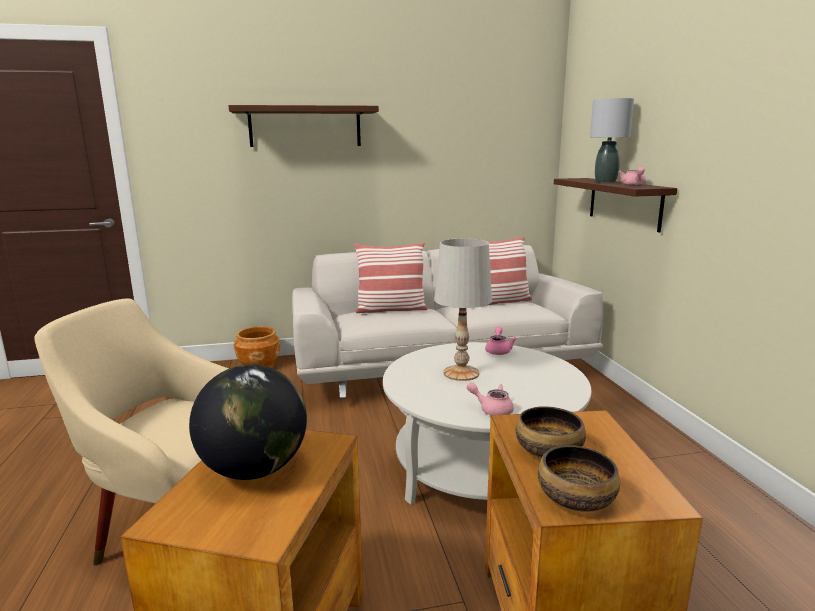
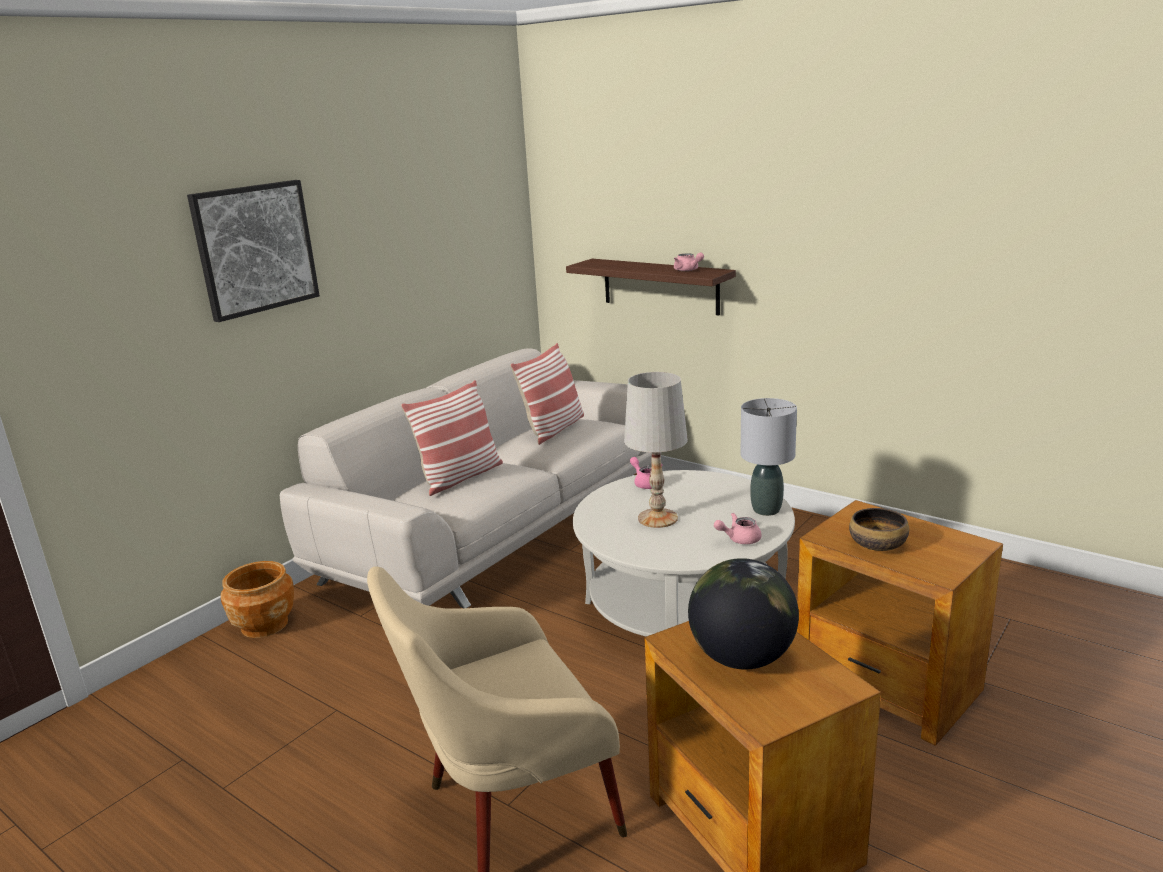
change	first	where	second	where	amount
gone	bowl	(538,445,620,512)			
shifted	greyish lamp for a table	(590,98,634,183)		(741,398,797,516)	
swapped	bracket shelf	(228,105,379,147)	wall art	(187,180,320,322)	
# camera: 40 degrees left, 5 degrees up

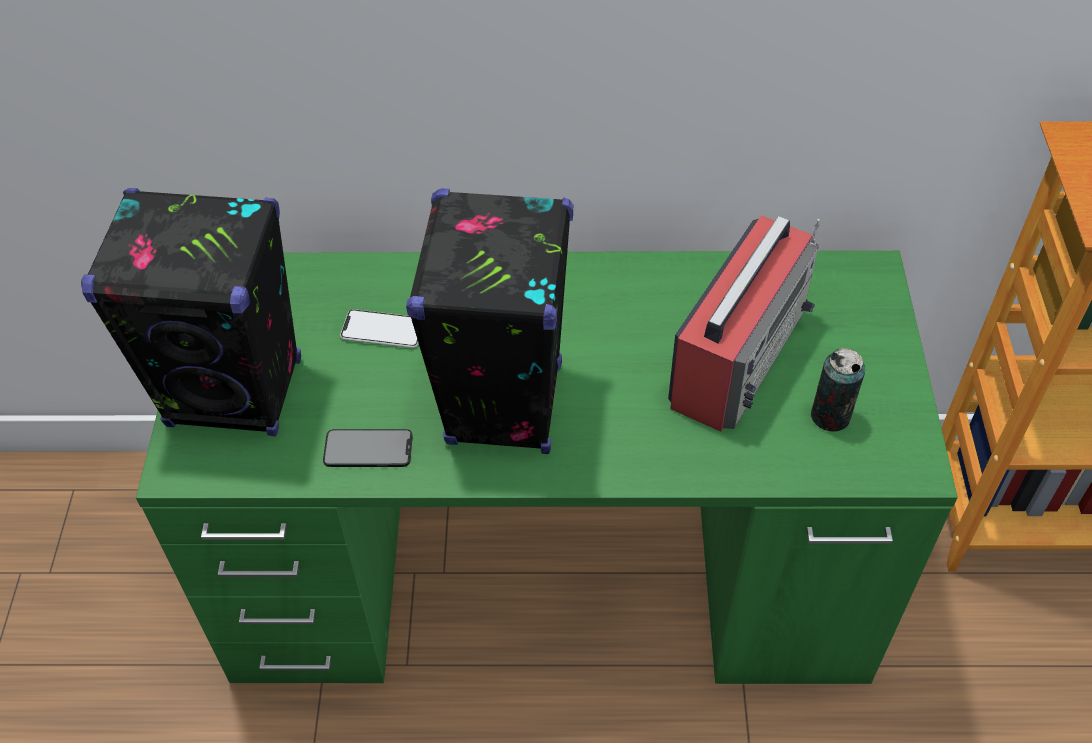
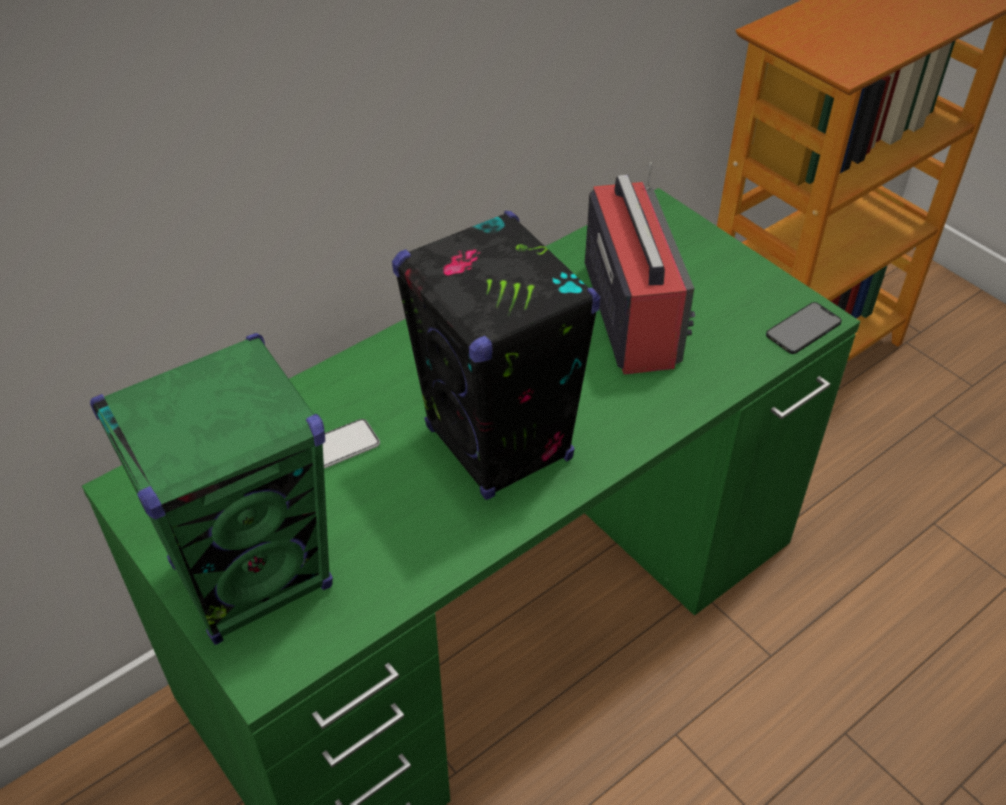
change	first	where	second	where	amount
gone	metal can	(811,348,865,432)			
shifted	telephone	(323,429,413,467)		(766,302,842,354)	
repainted	black speaker	(81,188,301,436)	greenish speaker	(90,333,333,645)	
# camera: 40 degrees left, 5 degrees down

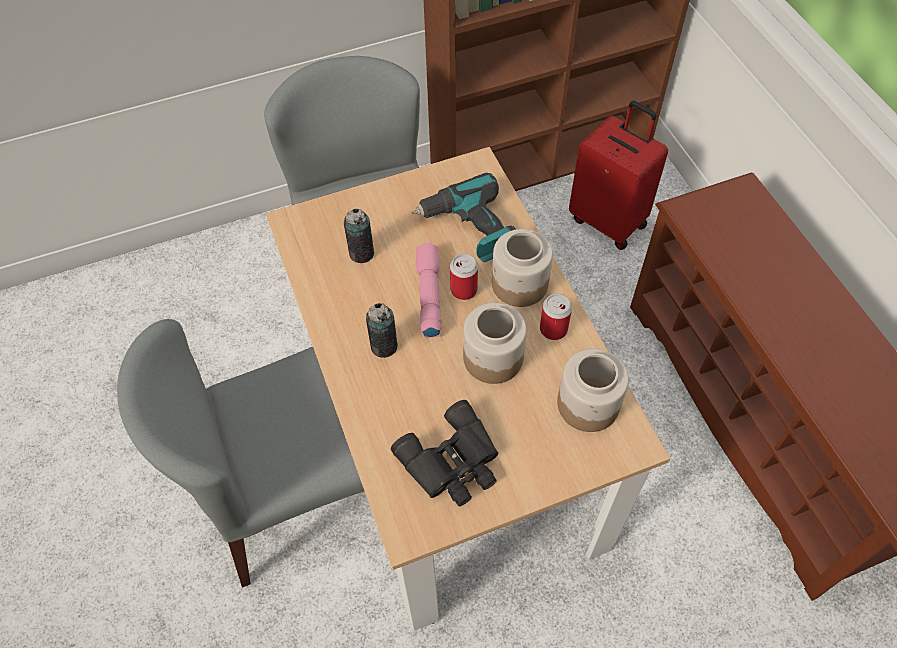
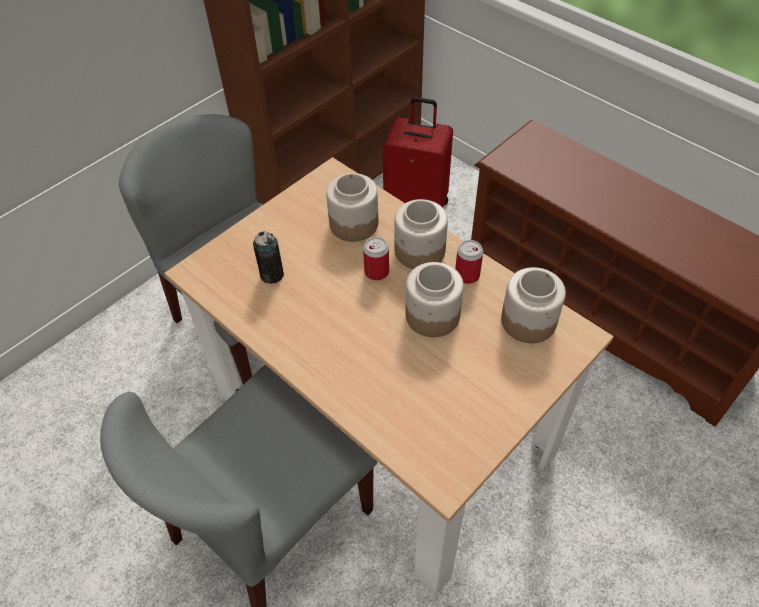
change	first	where	second	where	amount
gone	metal can	(366,303,398,358)			
gone	black binoculars	(391,400,499,507)			
gone	pink torch	(416,242,441,338)			
swapped	drill	(412,173,516,262)	jar	(326,173,378,242)	
# camera: 25 degrees left, 5 degrees down

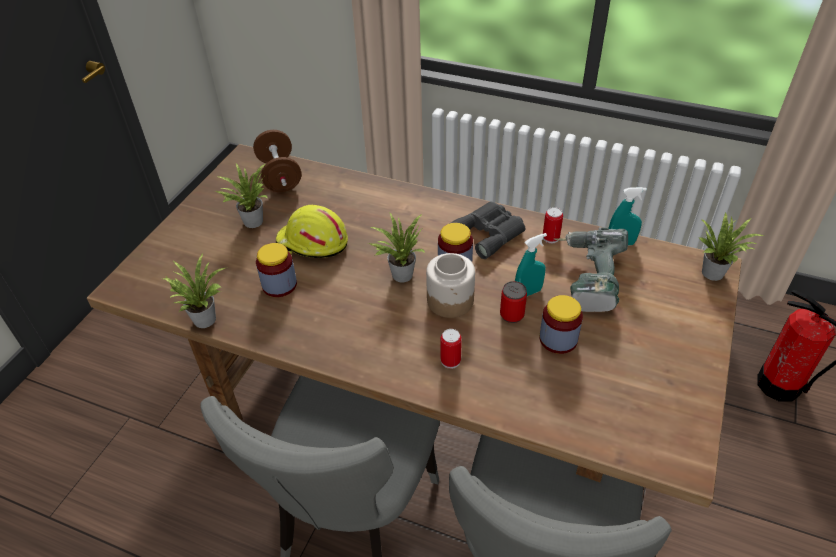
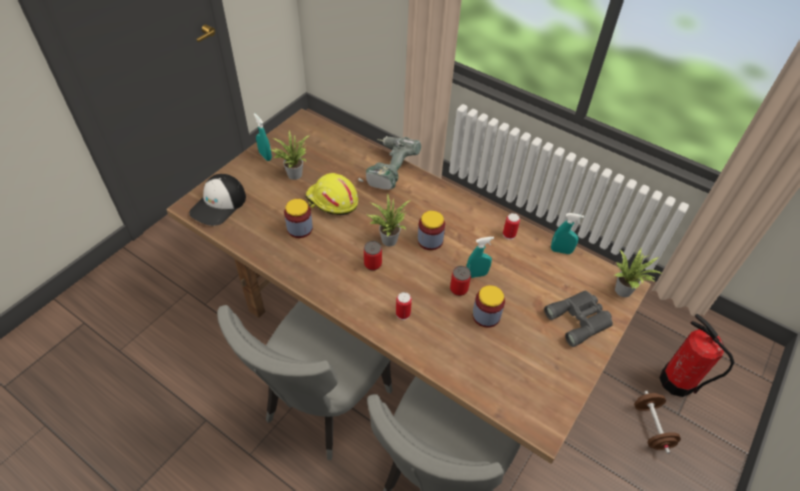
change	first	where	second	where	amount
gone	plant in a pot	(162,254,225,328)			
gone	jar	(426,253,475,318)			
new			cap	(189,174,246,226)	
new			turquoise spray bottle	(254,113,272,161)	
new			metal can	(364,241,382,271)	
shifted	brown dumbbell	(253,130,302,192)		(634,391,681,454)	
shifted	greyish binoculars	(449,202,525,259)		(544,291,613,347)	
shifted	drill	(553,227,628,312)		(358,136,421,190)	
# camera: 10 degrees right, 5 degrees up

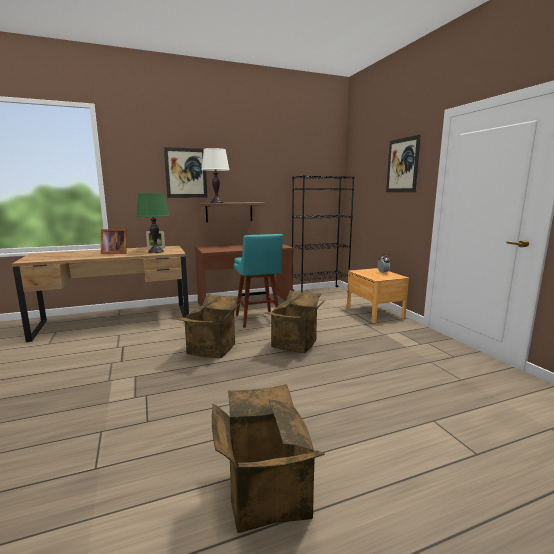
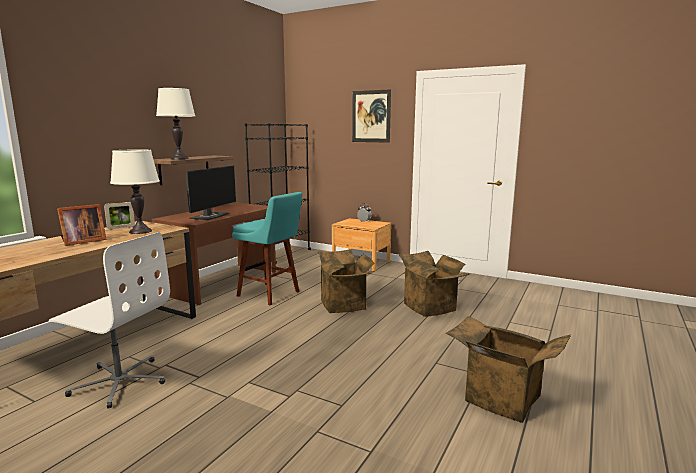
change	first	where	second	where	amount
gone	wall art	(164,147,207,198)			
new			white computer chair	(49,232,170,408)	
new			computer display	(186,165,236,220)	
shifted	carton	(176,293,242,358)		(399,251,469,317)	
repainted	greenish lamp for a table	(136,193,170,253)	white lamp for a table	(110,149,160,234)	
# camera: 40 degrees left, 0 degrees up

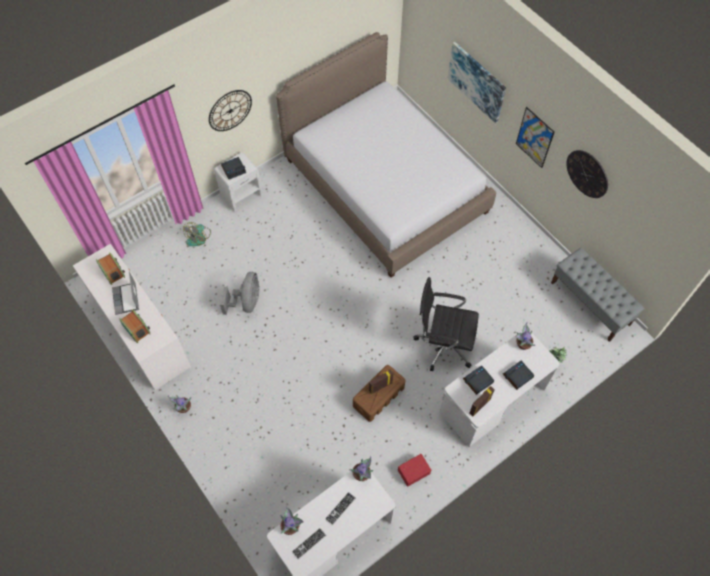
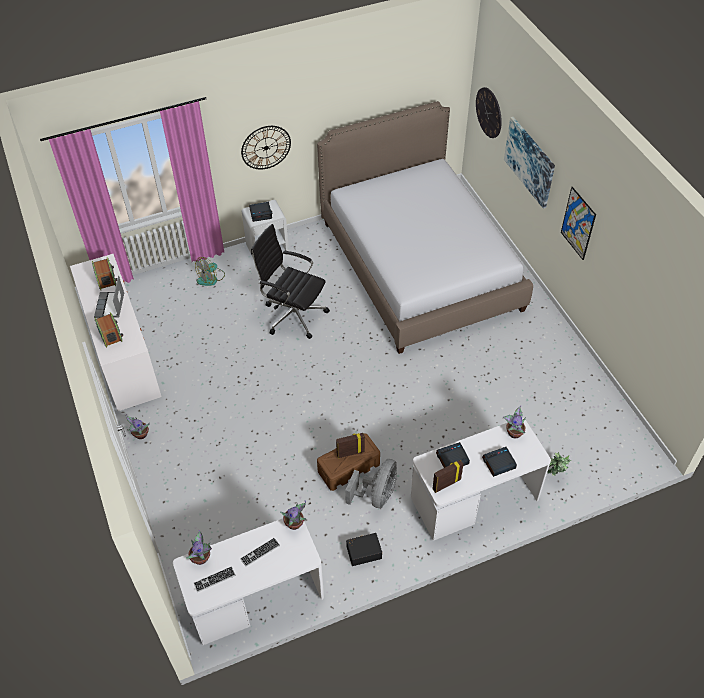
change	first	where	second	where	amount
gone	greyish indoor bench	(551,248,645,342)			
shifted	greyish cooling fan	(220,272,260,315)		(345,459,397,508)	
shifted	black computer chair	(413,277,479,371)		(251,224,330,339)	
shifted	clock on the wall	(566,150,608,198)		(476,87,502,138)	
repainted	reddish storage bin	(398,454,431,487)	black storage bin	(346,533,382,566)	
# camera: 15 degrees right, 10 degrees down

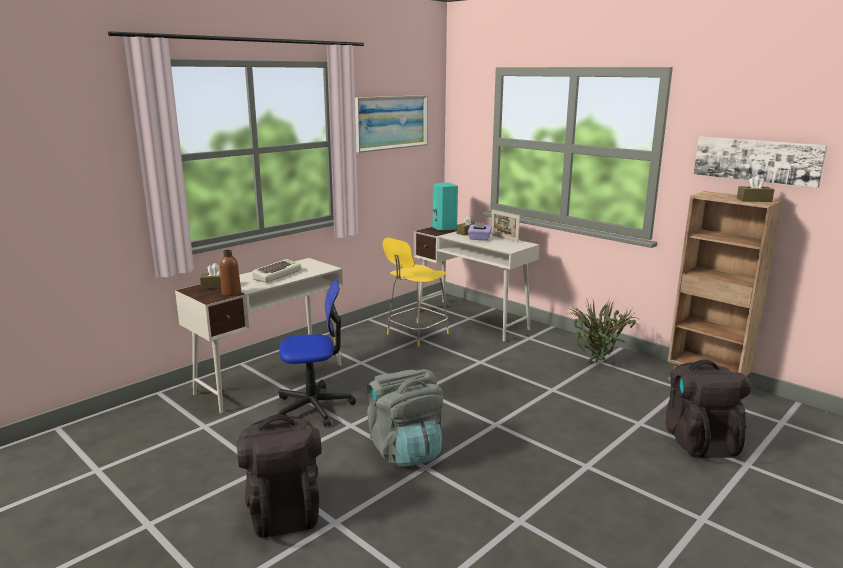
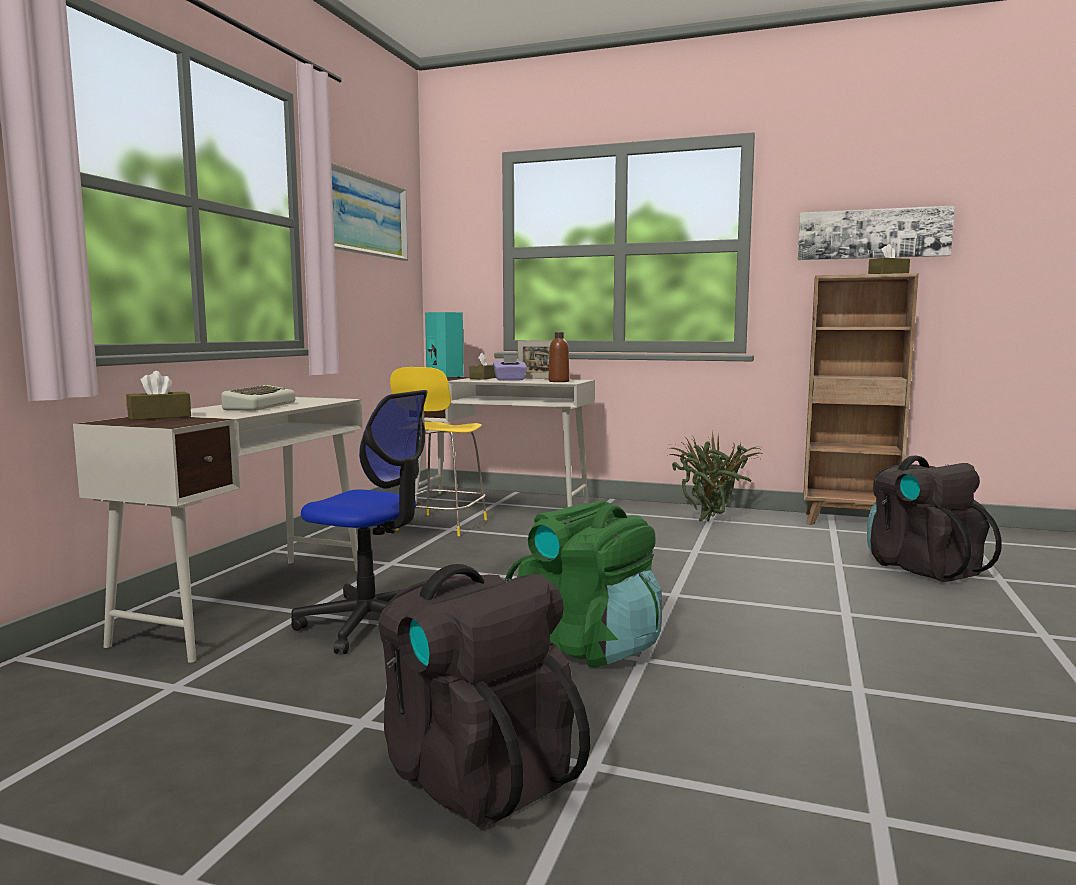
change	first	where	second	where	amount
shifted	brown beverage bottle	(220,250,241,296)		(549,332,570,382)	
repainted	greyish knapsack	(367,369,444,467)	greenish knapsack	(505,501,662,667)	
rotated	computer chair	(278,279,356,427)		(291,390,427,654)	60 degrees clockwise
# camera: 25 degrees left, 10 degrees down

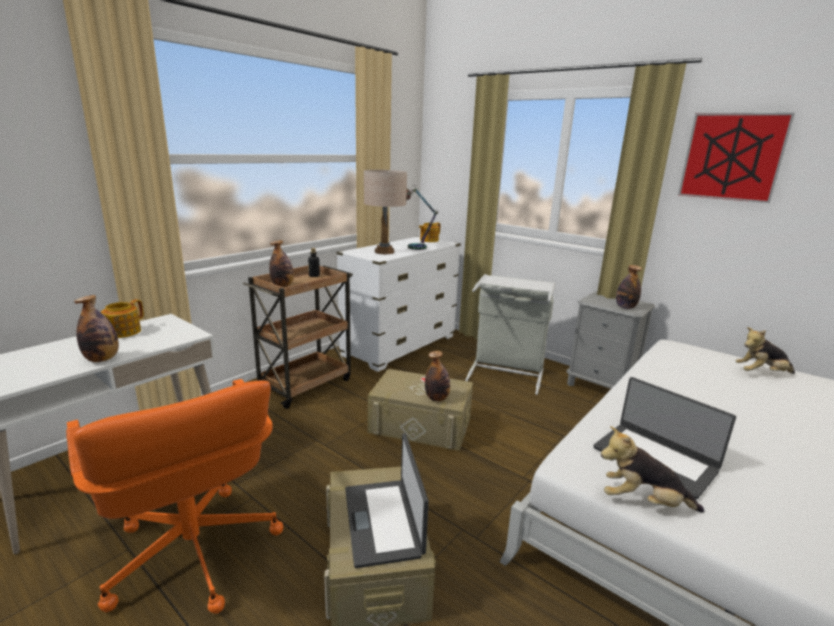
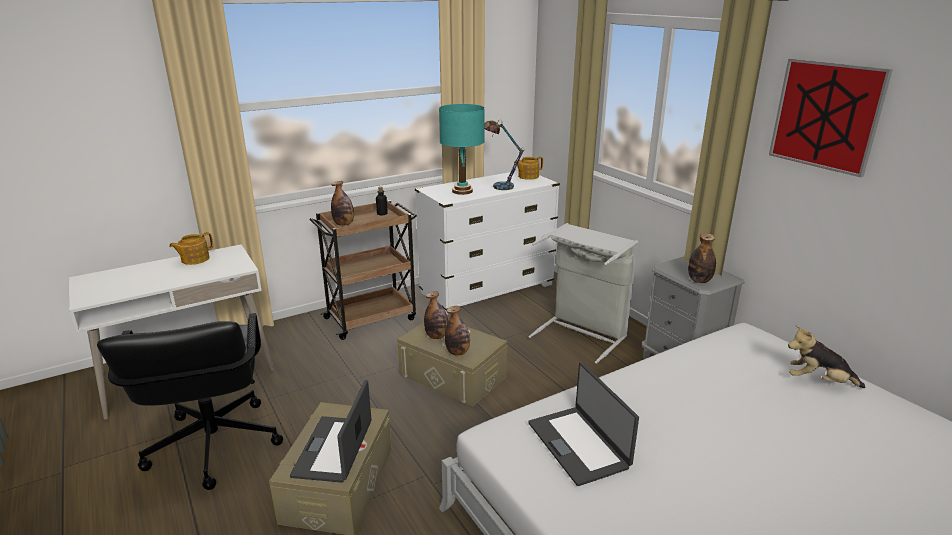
change	first	where	second	where	amount
gone	cuddly toy	(601,426,704,513)			
shifted	beverage bottle	(74,295,119,362)		(424,291,448,339)	
repainted	orange computer chair	(66,379,283,614)	black computer chair	(97,313,283,490)	
repainted	beige-coloured lamp for a table	(364,170,407,254)	turquoise lamp for a table	(439,104,485,195)	
# camera: 20 degrees right, 5 degrees up

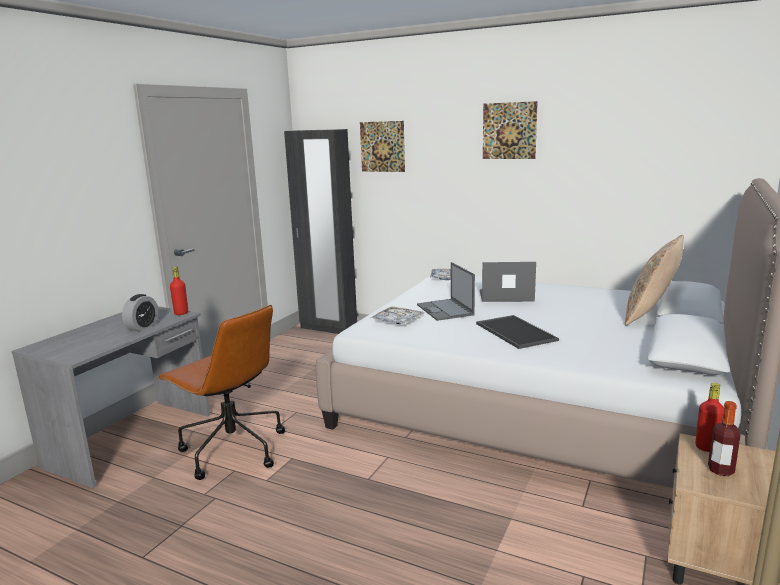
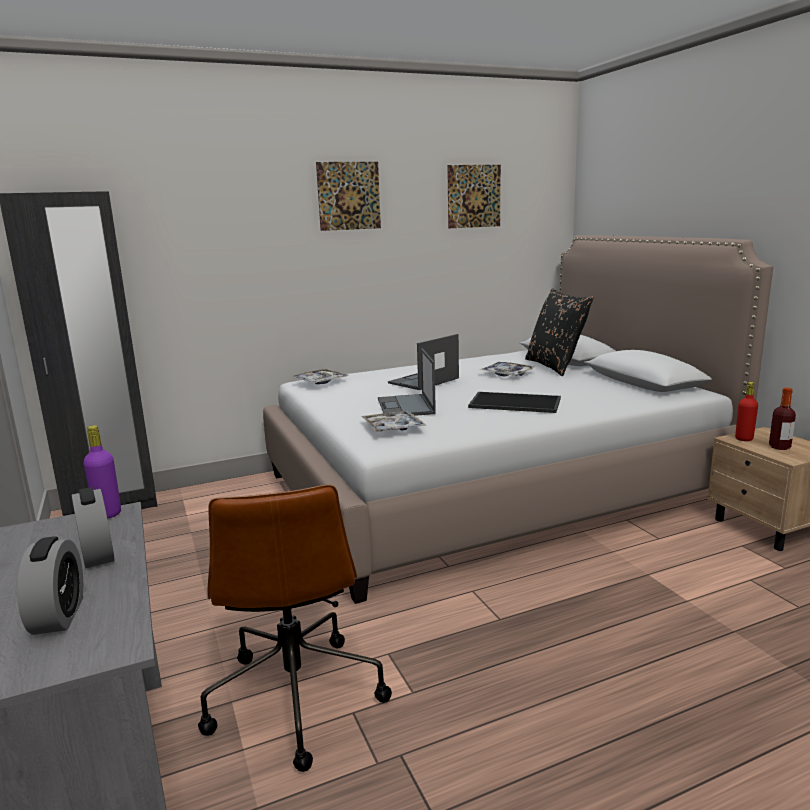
change	first	where	second	where	amount
new			alarm clock	(17,536,83,635)	
new			tray	(480,362,534,376)	
shifted	wall art	(360,121,405,172)		(447,165,501,228)	
repainted	reddish beverage bottle	(170,267,188,315)	purplish beverage bottle	(83,425,121,519)	
repainted	beige-coloured cushion	(625,235,684,325)	black cushion	(525,288,593,376)	
rotated	brown computer chair	(157,305,285,480)		(198,484,392,772)	90 degrees clockwise
rotated	portable computer	(417,262,475,321)		(378,348,436,416)	60 degrees clockwise
# camera: 50 degrees left, 0 degrees up

